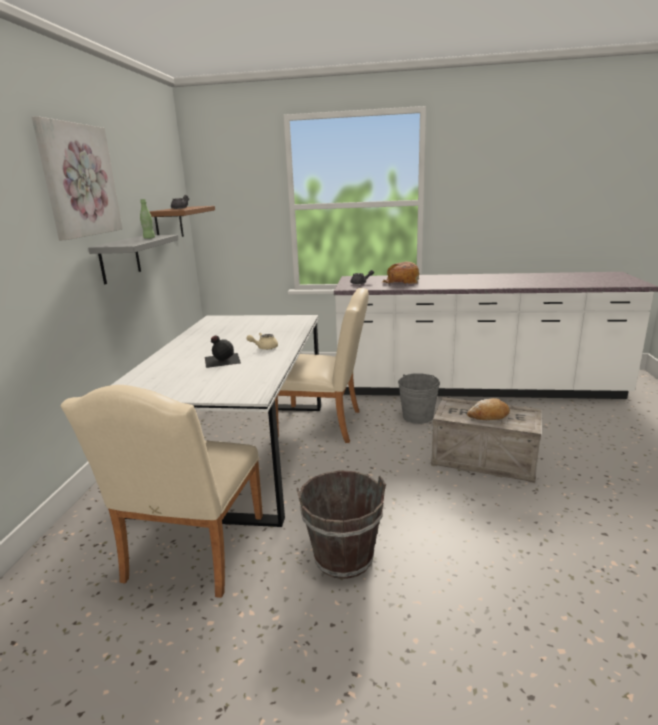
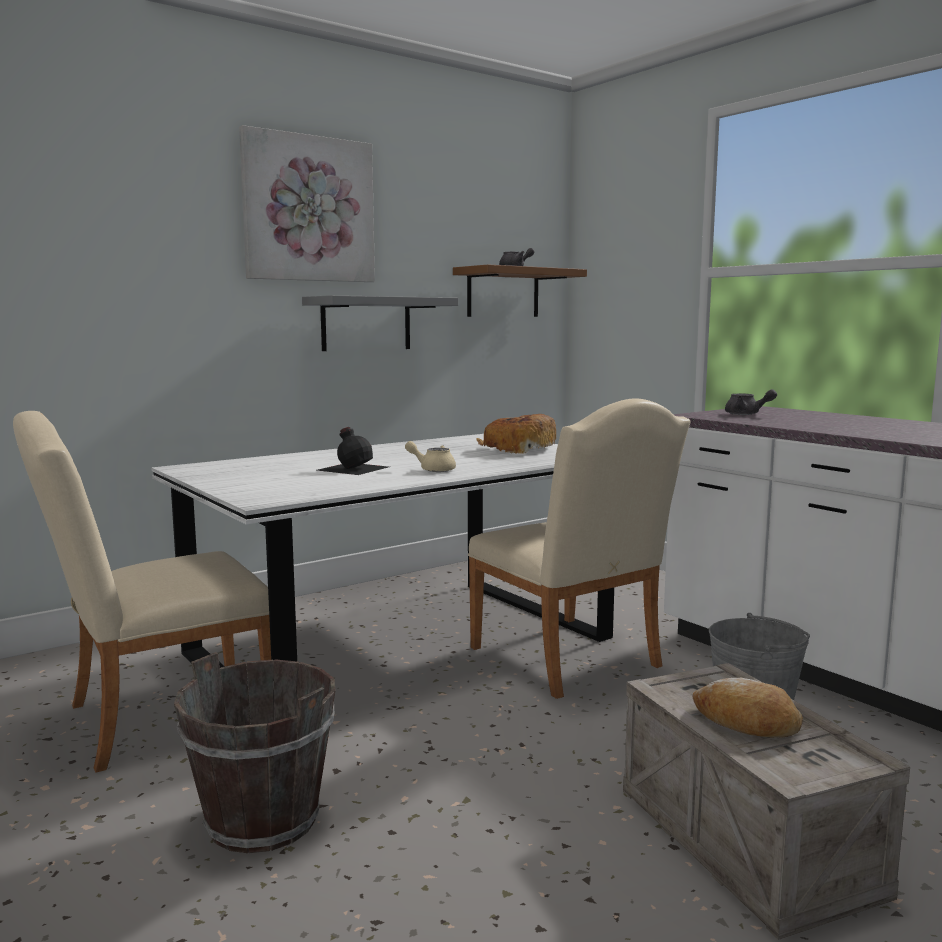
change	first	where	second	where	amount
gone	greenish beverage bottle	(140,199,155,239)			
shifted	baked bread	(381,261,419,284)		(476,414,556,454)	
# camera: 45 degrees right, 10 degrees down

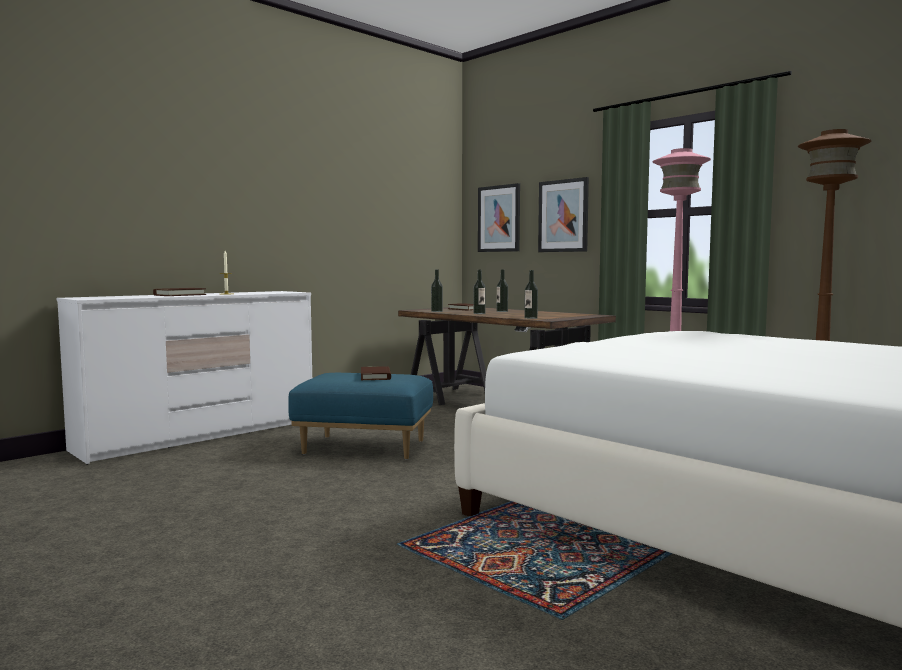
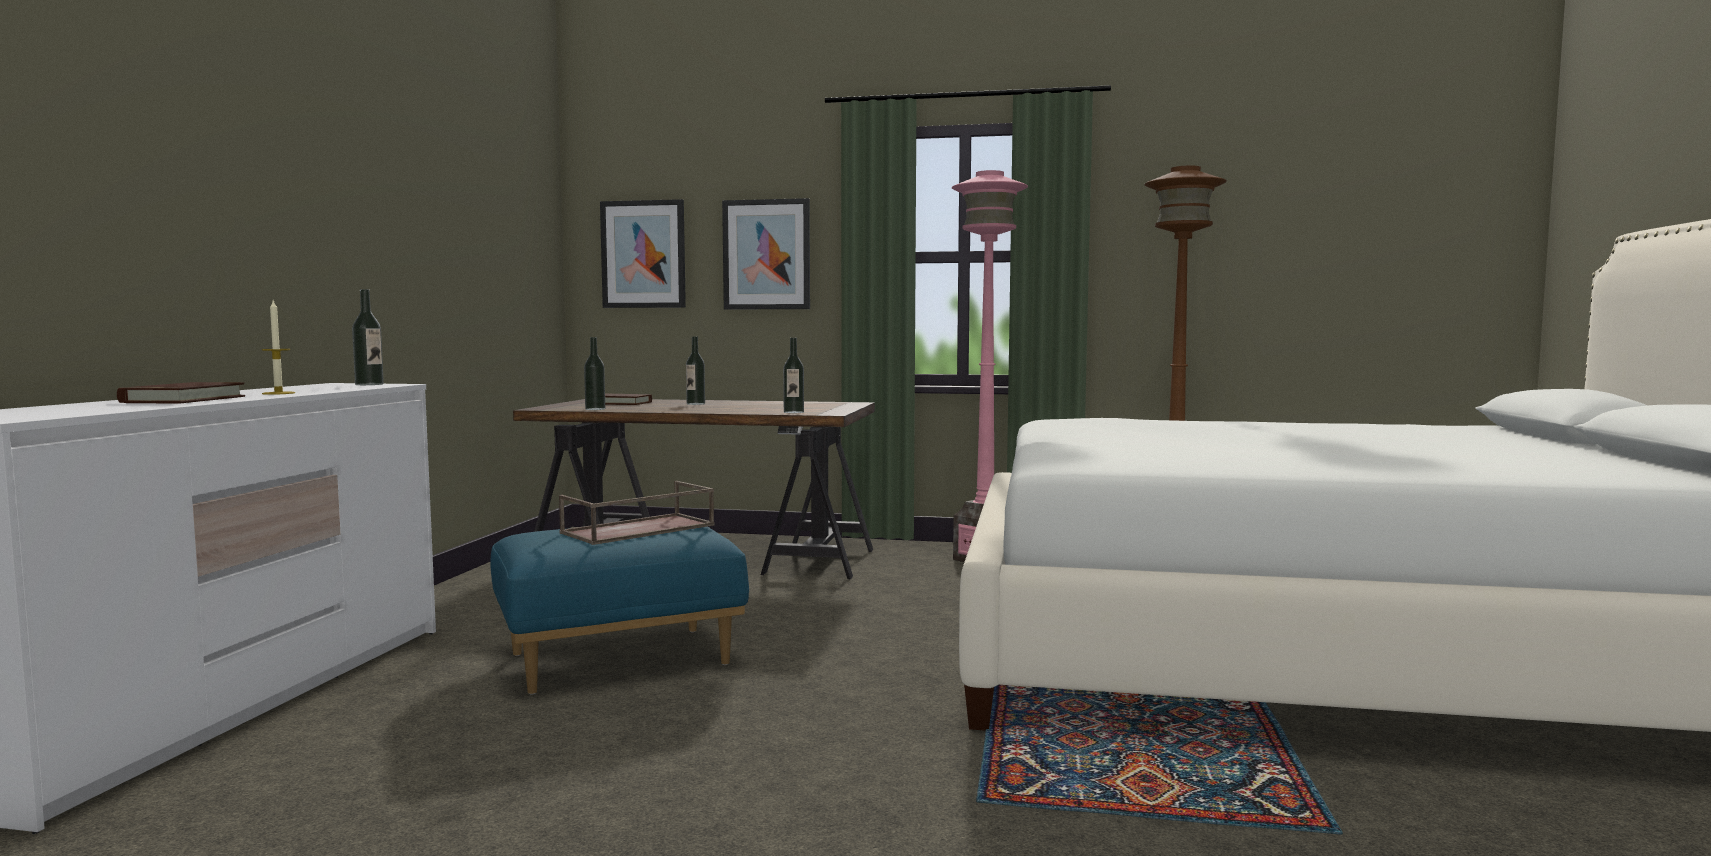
change	first	where	second	where	amount
shifted	beverage bottle	(473,270,486,314)		(352,289,384,385)	
swapped	brown bound book	(361,366,391,380)	brown tray	(559,481,715,545)	
# camera: 35 degrees left, 0 degrees up

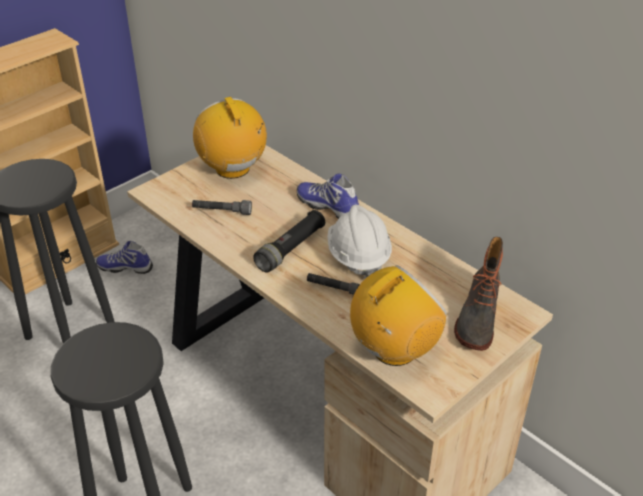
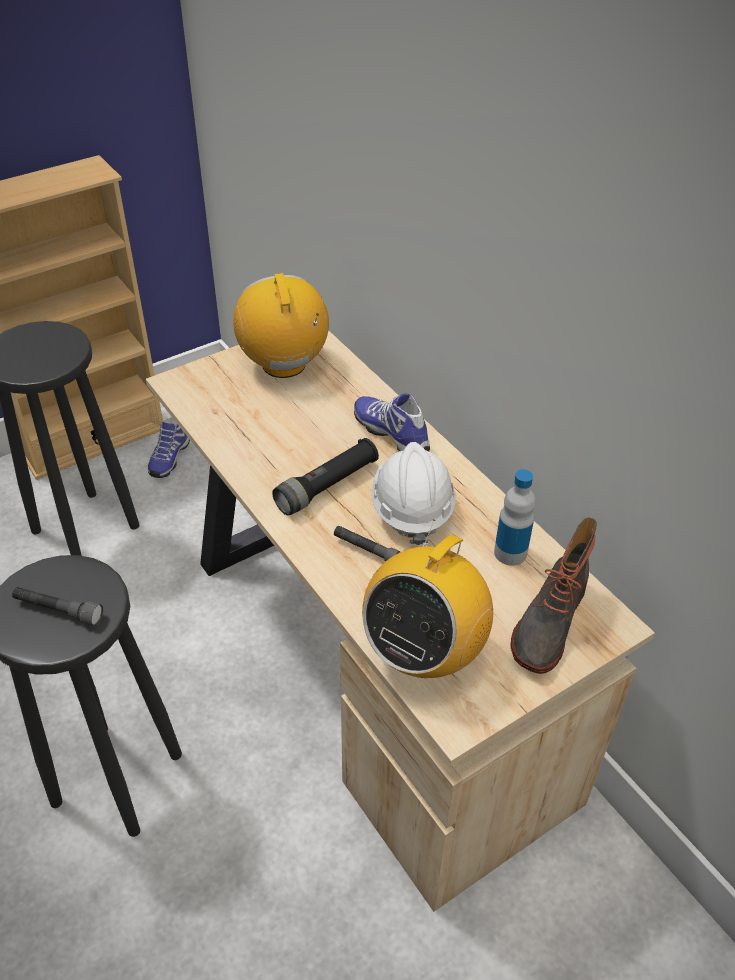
change	first	where	second	where	amount
new			beverage bottle	(494,469,535,566)	
shifted	greyish torch	(192,200,252,215)		(12,587,103,626)	
rotated	item of footwear	(96,241,153,274)		(148,417,190,478)	90 degrees counterclockwise
rotated	radio set	(350,265,447,366)		(362,520,493,678)	150 degrees clockwise
# camera: 10 degrees right, 5 degrees up

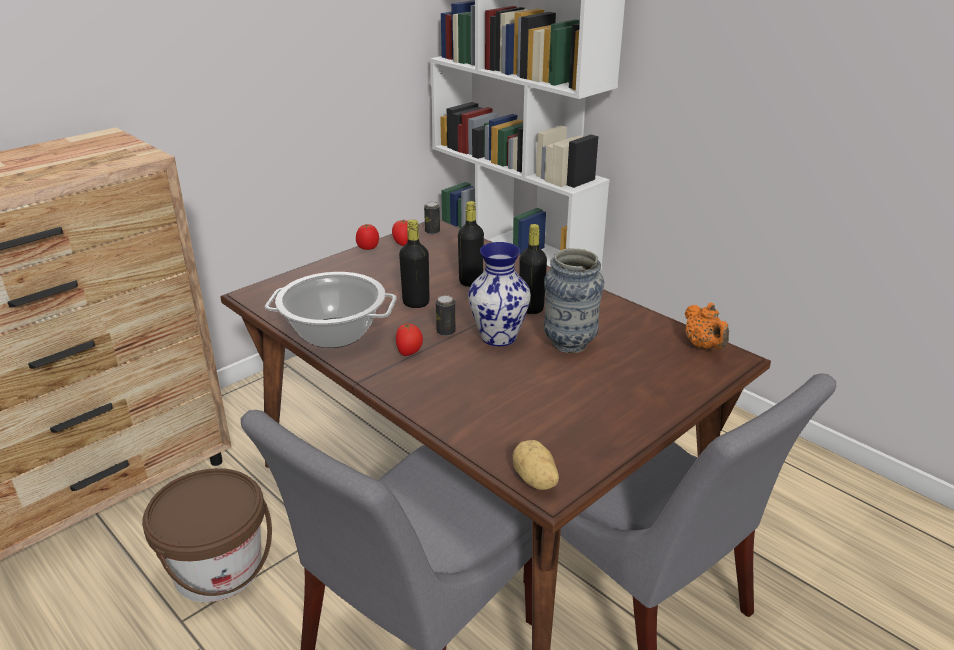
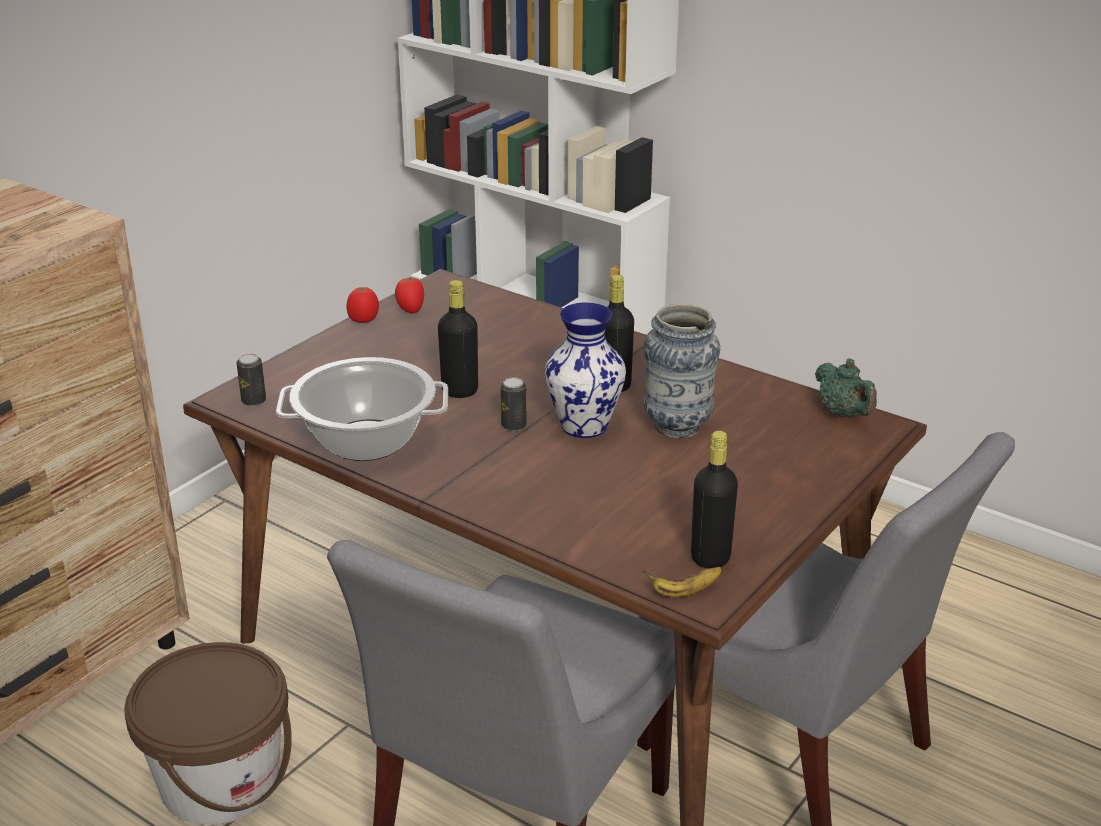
change	first	where	second	where	amount
gone	fresh tomato	(396,322,423,356)			
shifted	metal can	(424,202,440,234)		(237,354,266,406)	
shifted	black beverage bottle	(458,201,484,287)		(691,431,738,569)	
swapped	spud	(512,440,559,490)	banana fruit	(643,567,722,597)	
repainted	orange teapot	(684,303,729,350)	greenish teapot	(815,358,877,418)	
# camera: 10 degrees left, 0 degrees up

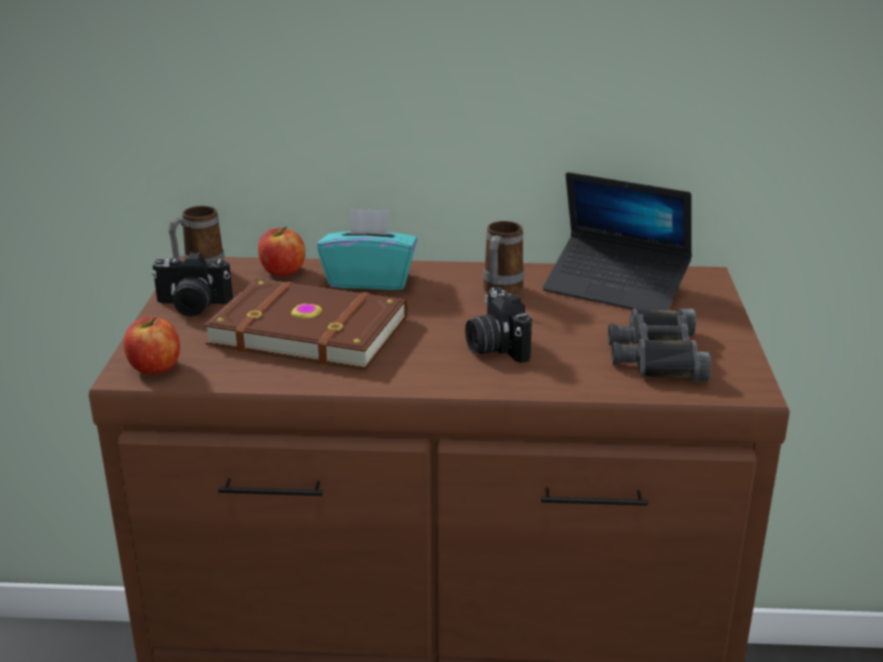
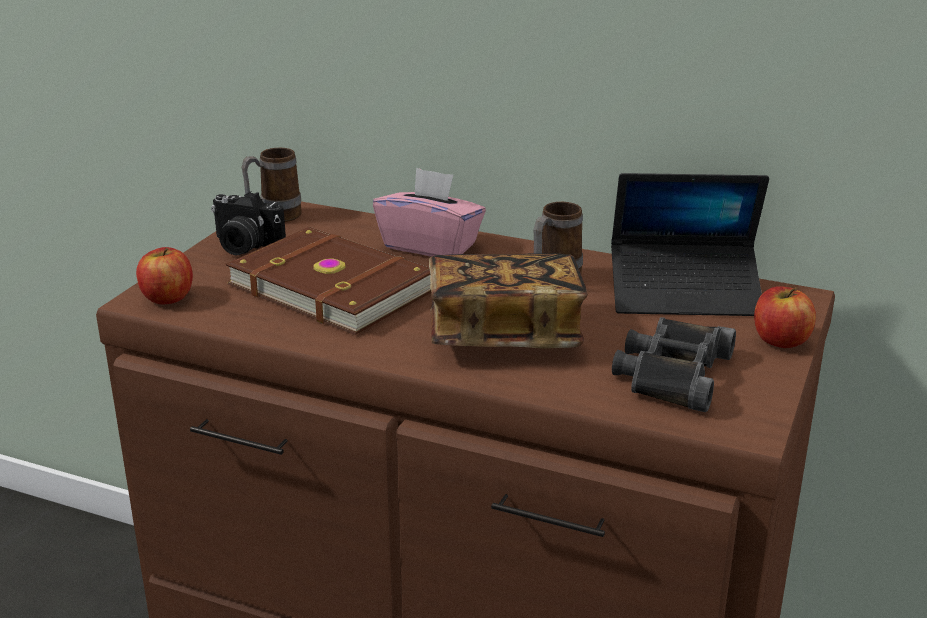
change	first	where	second	where	amount
shifted	apple	(258,227,305,276)		(754,286,816,348)	
swapped	photo camera	(465,287,532,363)	bound book	(429,253,588,348)	
repainted	turquoise box of tissues	(317,208,417,290)	pink box of tissues	(373,167,486,257)	
rotated	portable computer	(543,172,692,310)		(611,173,769,316)	45 degrees counterclockwise
# camera: 20 degrees right, 0 degrees up

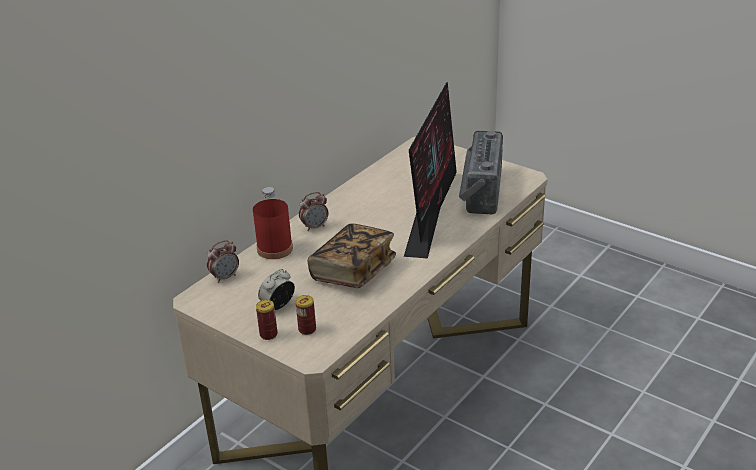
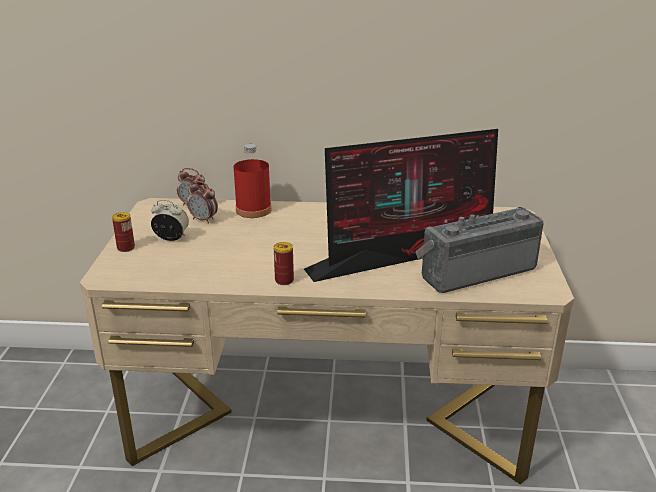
change	first	where	second	where	amount
gone	bound book	(308,223,396,288)			
shifted	metal can	(295,295,316,335)		(274,242,294,285)	
shifted	alarm clock	(299,192,329,231)		(187,181,218,224)	
# camera: 55 degrees right, 5 degrees down

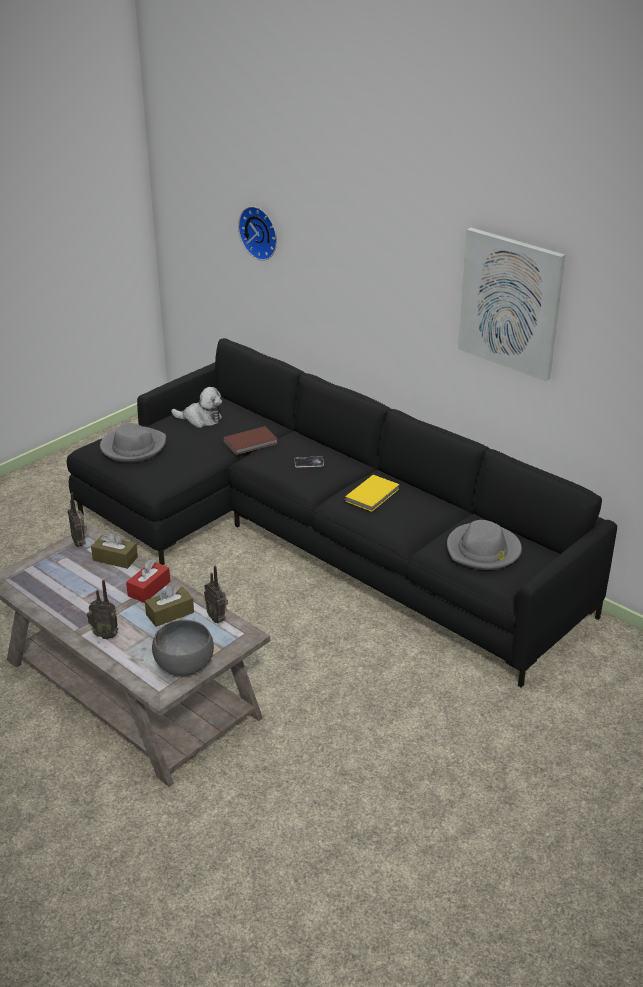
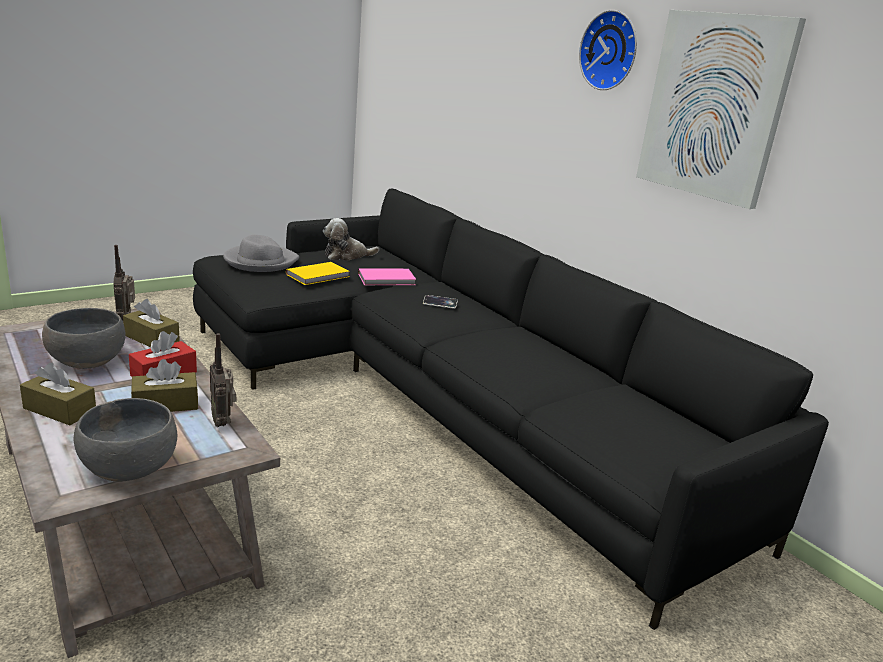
change	first	where	second	where	amount
gone	greyish clothing hat	(447,520,522,570)			
new			greyish bowl	(42,308,126,369)	
shifted	clock on the wall	(238,206,277,261)		(579,10,637,90)	
shifted	yellowish bound book	(344,475,400,512)		(286,262,350,285)	
swapped	radio set	(87,580,118,639)	brown box of tissues	(20,363,96,425)	
repainted	brown bound book	(223,426,278,455)	pink bound book	(358,269,416,285)	
rotated	cuddly toy	(171,387,222,428)		(323,218,379,260)	135 degrees clockwise
# camera: 10 degrees right, 10 degrees down

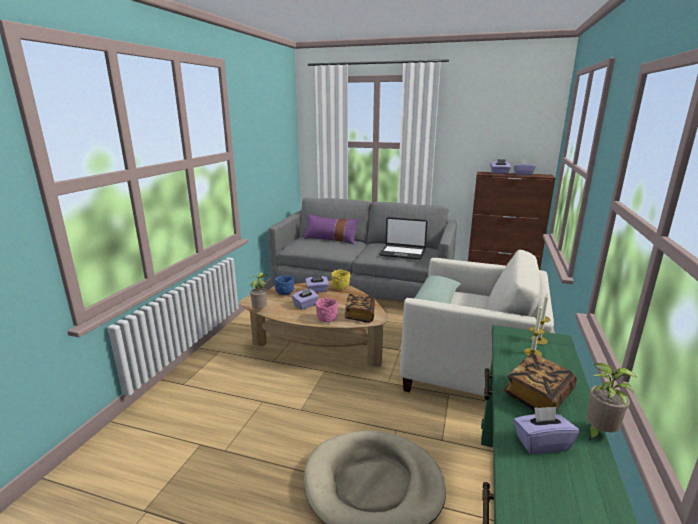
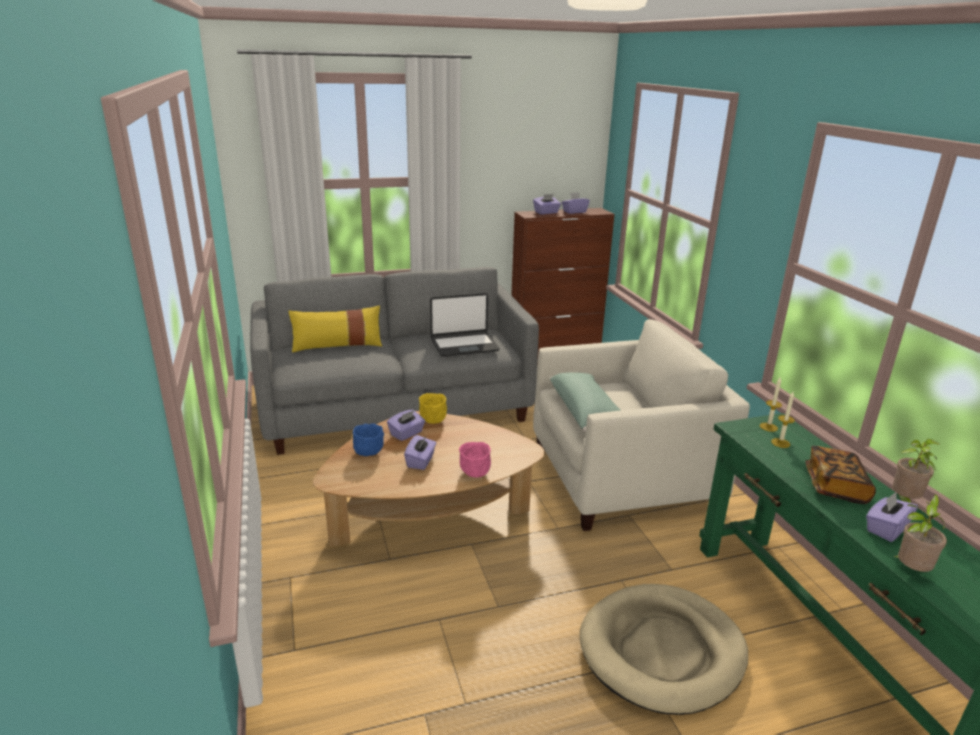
change	first	where	second	where	amount
gone	bound book	(345,294,375,323)			
shifted	plant in a pot	(249,272,267,309)		(893,494,947,572)	
repainted	purplish cushion	(304,214,359,245)	yellowish cushion	(288,305,382,353)	
# camera: 35 degrees left, 5 degrees up

